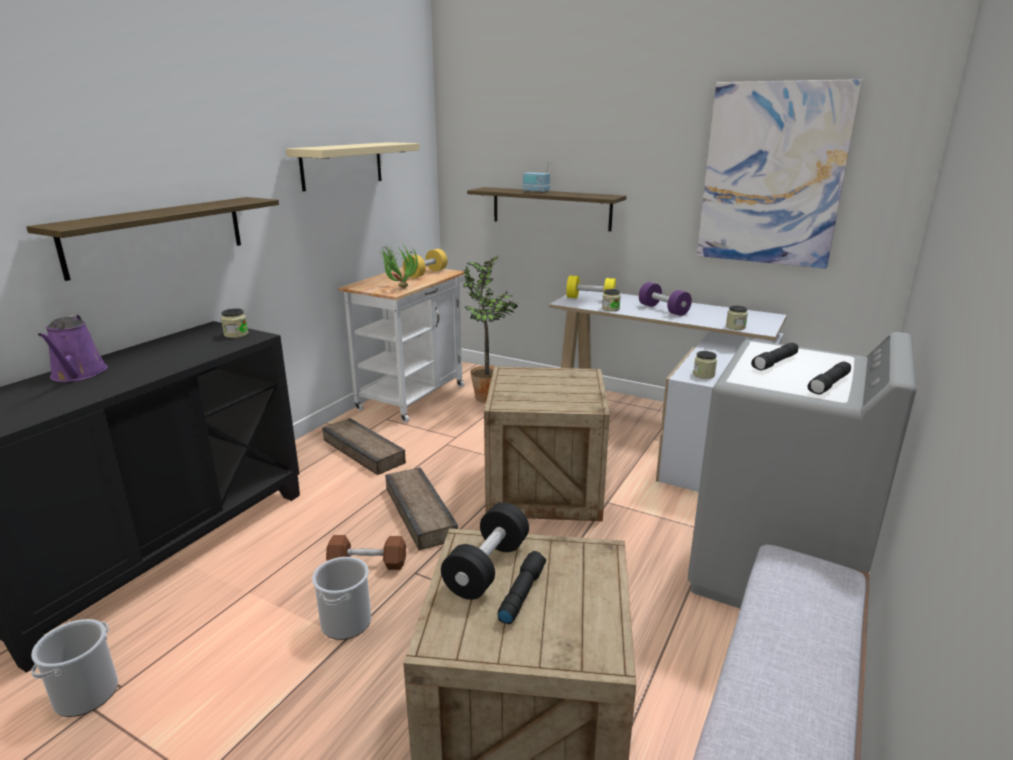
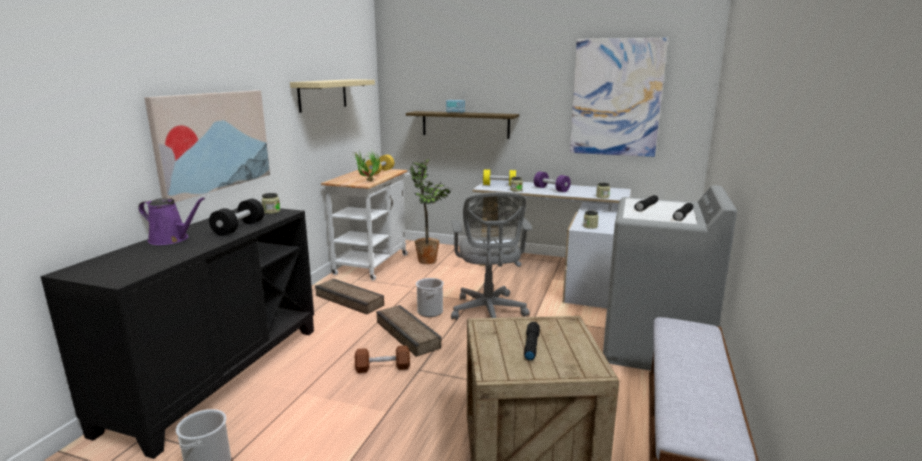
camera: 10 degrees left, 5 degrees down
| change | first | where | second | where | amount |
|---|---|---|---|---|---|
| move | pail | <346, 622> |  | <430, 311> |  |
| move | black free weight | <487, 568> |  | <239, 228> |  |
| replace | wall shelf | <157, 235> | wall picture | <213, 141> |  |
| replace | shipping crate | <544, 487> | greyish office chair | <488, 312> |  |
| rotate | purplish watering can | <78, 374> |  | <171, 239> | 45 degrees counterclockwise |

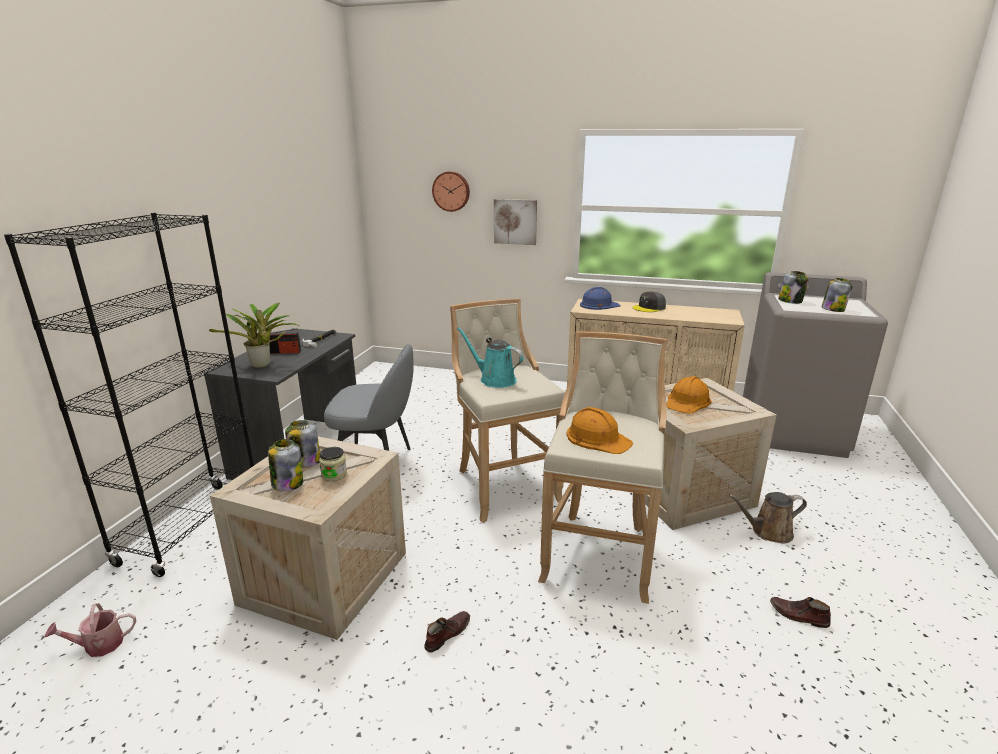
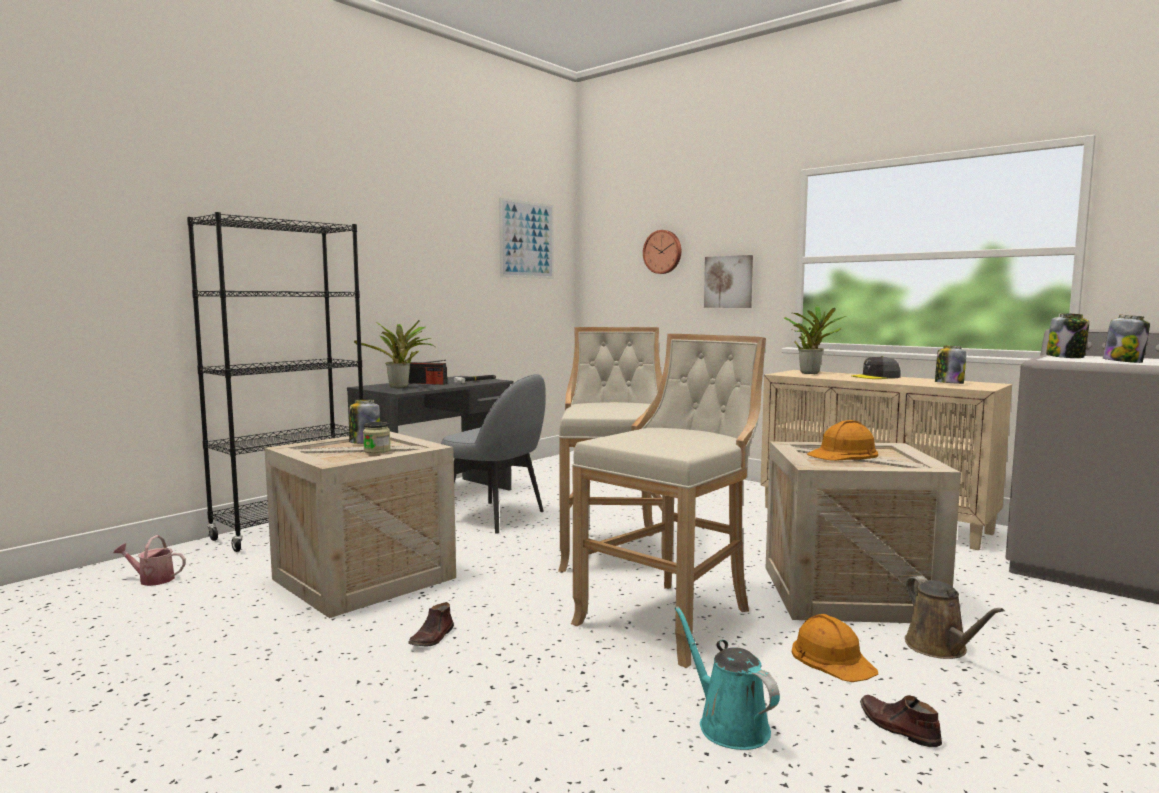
camera: 25 degrees right, 15 degrees down
| change | first | where | second | where | amount |
|---|---|---|---|---|---|
| insert |  |  | wall picture | <527, 240> |  |
| move | storage jar | <287, 483> |  | <948, 383> |  |
| move | turquoise watering can | <494, 380> |  | <728, 725> |  |
| move | orange-coloured work helmet | <597, 438> |  | <832, 658> |  |
| replace | bluish work helmet | <599, 305> | houseplant | <810, 373> |  |
| rotate | brownish low shoe | <447, 634> |  | <432, 638> | 135 degrees clockwise |
| rotate | brownish watering can | <768, 532> |  | <939, 648> | 120 degrees counterclockwise |

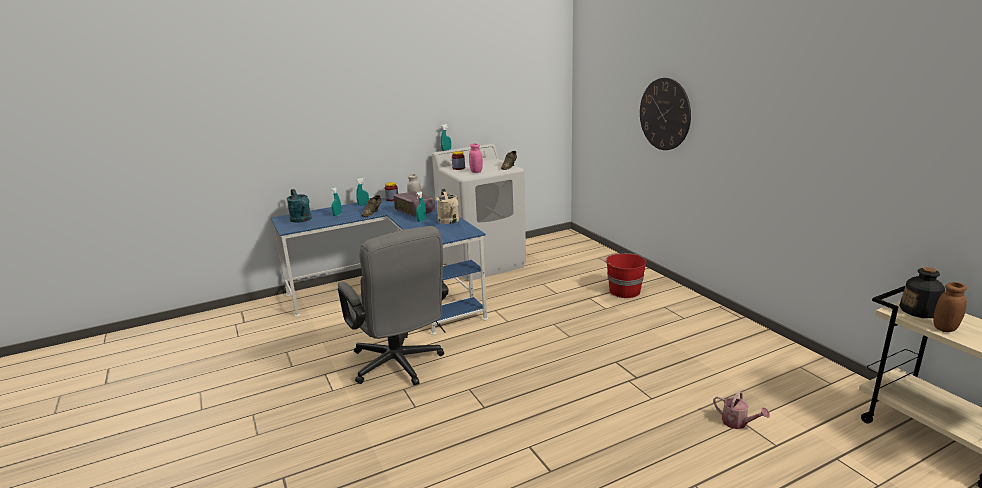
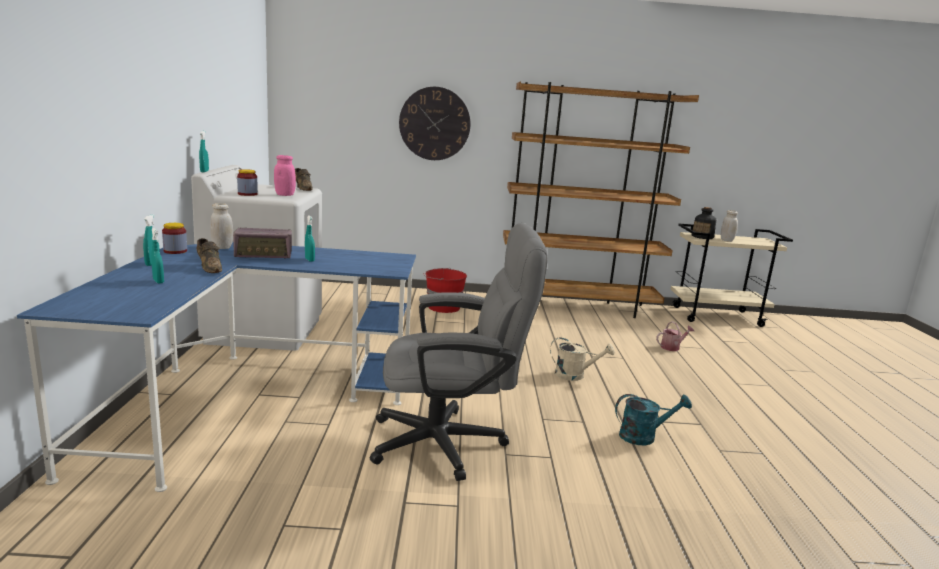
camera: 65 degrees left, 5 degrees down
| change | first | where | second | where | amount |
|---|---|---|---|---|---|
| insert |  |  | brownish shelving unit | <577, 307> |  |
| move | turquoise watering can | <302, 220> |  | <643, 436> |  |
| move | sand-coloured watering can | <449, 221> |  | <575, 375> |  |
| recolor | brownish storage jar | <945, 328> | whitish storage jar | <726, 240> |  |

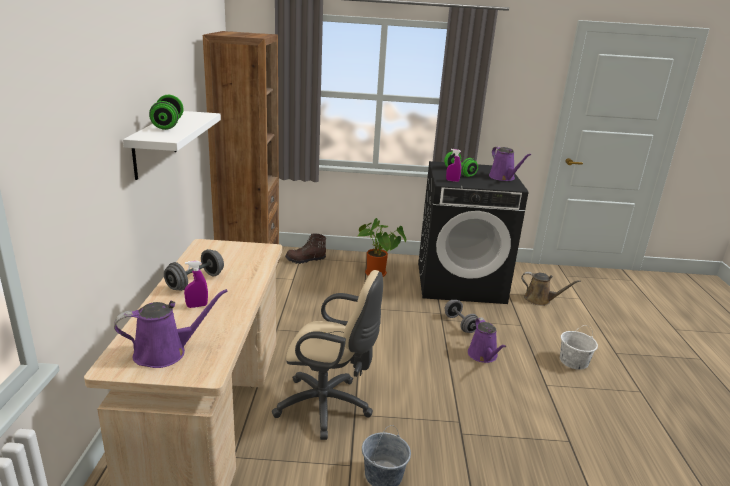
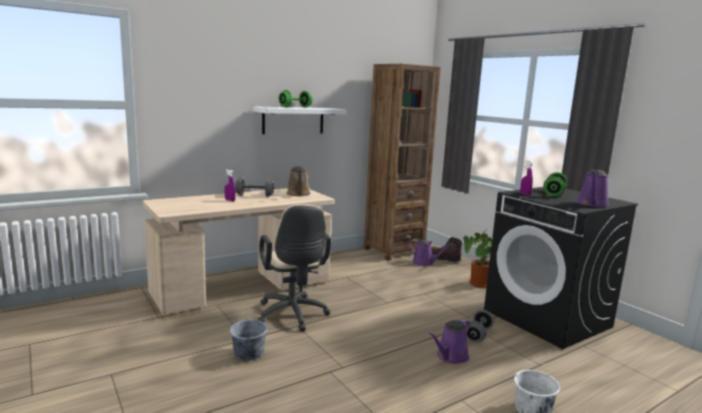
camera: 55 degrees right, 10 degrees down
| change | first | where | second | where | amount |
|---|---|---|---|---|---|
| move | purplish watering can | <165, 352> |  | <425, 263> |  |
| move | brownish watering can | <540, 300> |  | <298, 194> |  |

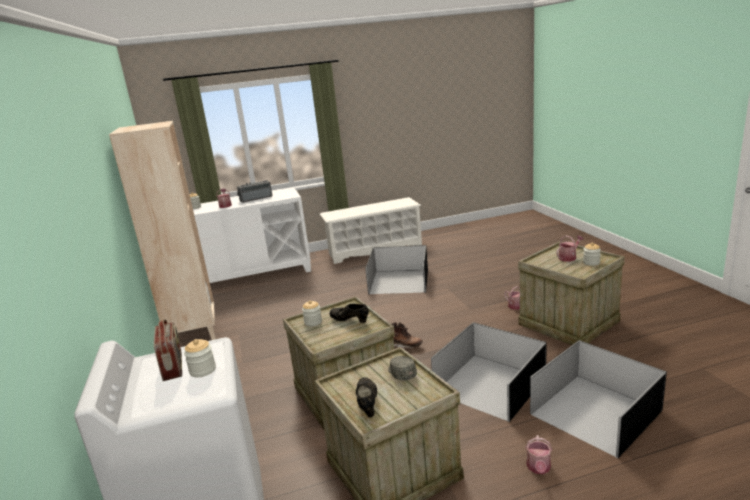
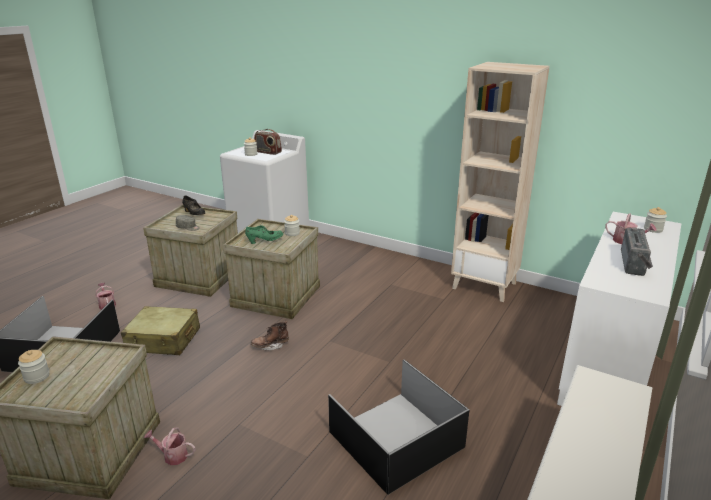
camera: 135 degrees right, 5 degrees up
| change | first | where | second | where | amount |
|---|---|---|---|---|---|
| delete | watering can | <569, 257> |  |  |  |
| replace | black storage bin | <488, 384> | sand-coloured travel case | <164, 340> |  |
| recolor | black low shoe | <350, 320> | green-coloured low shoe | <265, 241> |  |

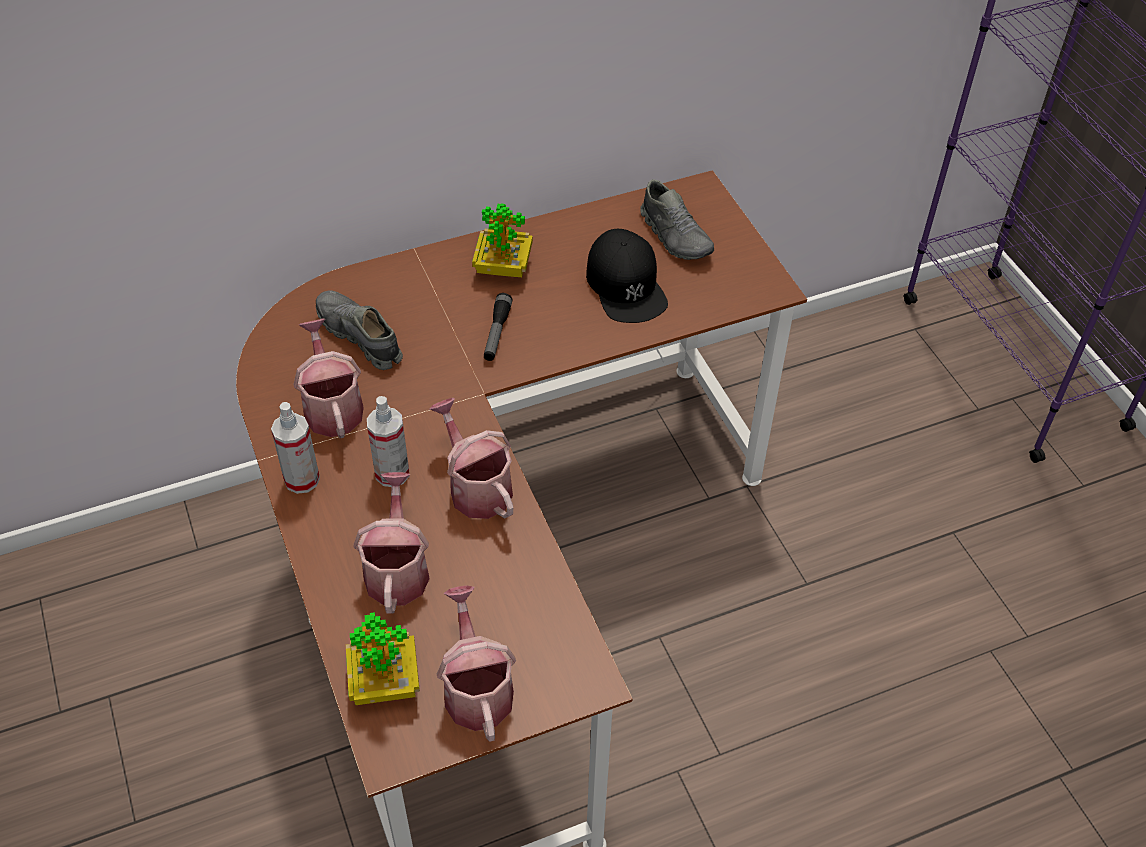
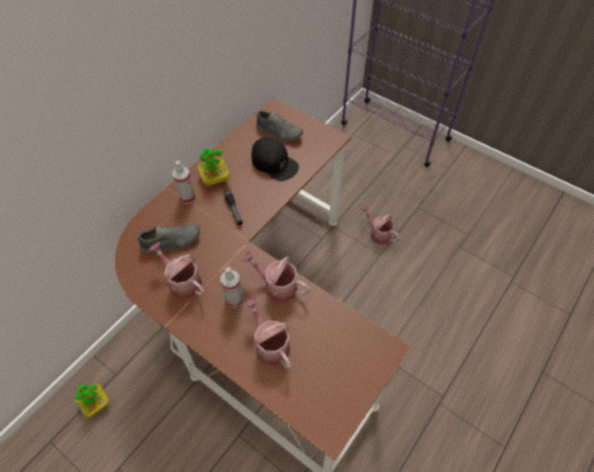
camera: 30 degrees left, 5 degrees up
| change | first | where | second | where | amount |
|---|---|---|---|---|---|
| move | sprayer | <302, 479> |  | <187, 197> |  |
| move | houseplant | <385, 682> |  | <96, 403> |  |
| move | watering can | <476, 688> |  | <378, 233> |  |
| rotate | greyish low shoe | <359, 337> |  | <171, 241> | 150 degrees clockwise |

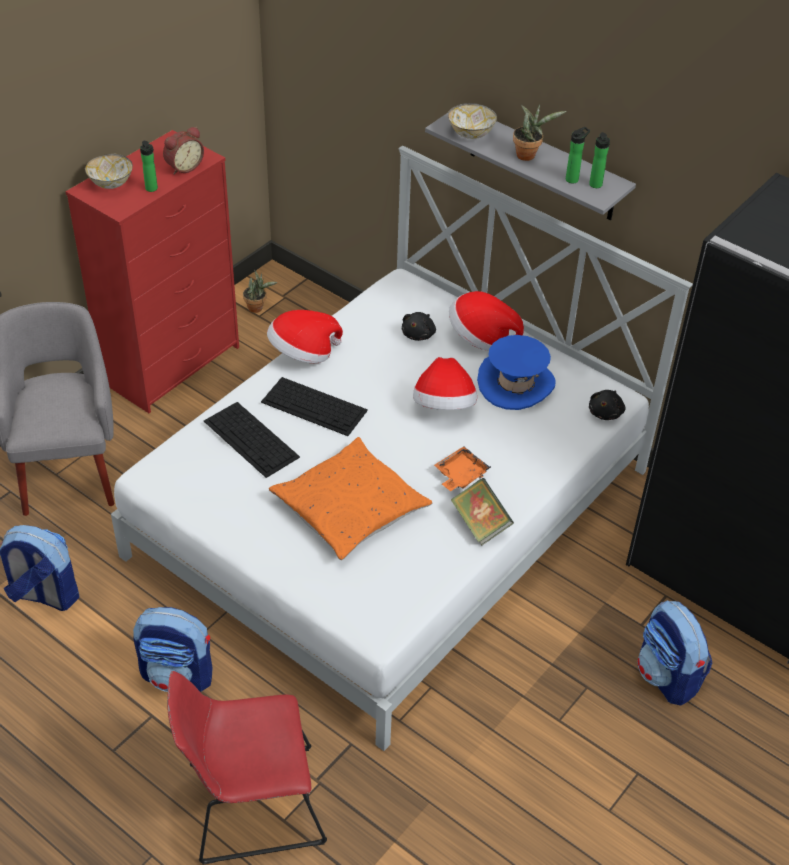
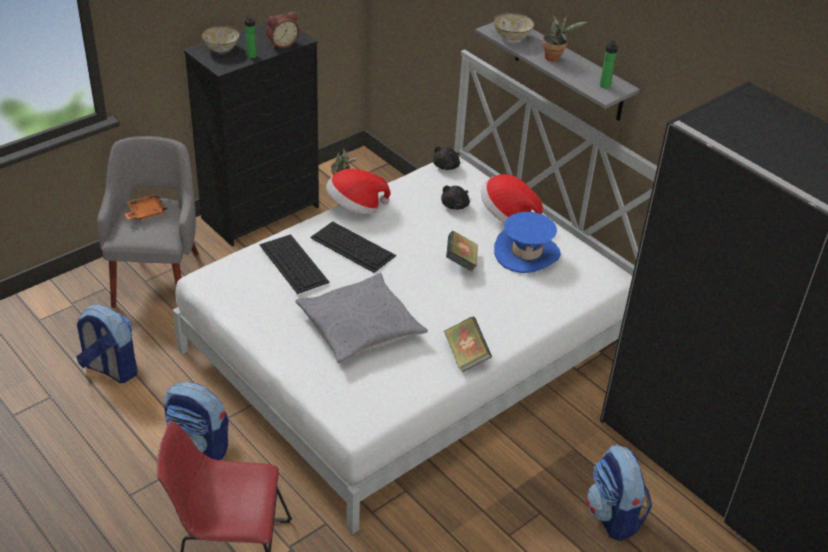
camera: 10 degrees right, 5 degrees down
| change | first | where | second | where | amount |
|---|---|---|---|---|---|
| delete | drink bottle | <573, 179> |  |  |  |
| move | orange-coloured serving tray | <460, 475> |  | <145, 212> |  |
| move | black soft toy | <606, 412> |  | <447, 166> |  |
| replace | wearable hat | <444, 406> | volume | <461, 262> |  |
| recolor | red chest of drawers | <172, 364> | black chest of drawers | <261, 212> |  |
| recolor | orange-coloured throw pillow | <350, 508> | greyish throw pillow | <360, 327> |  |

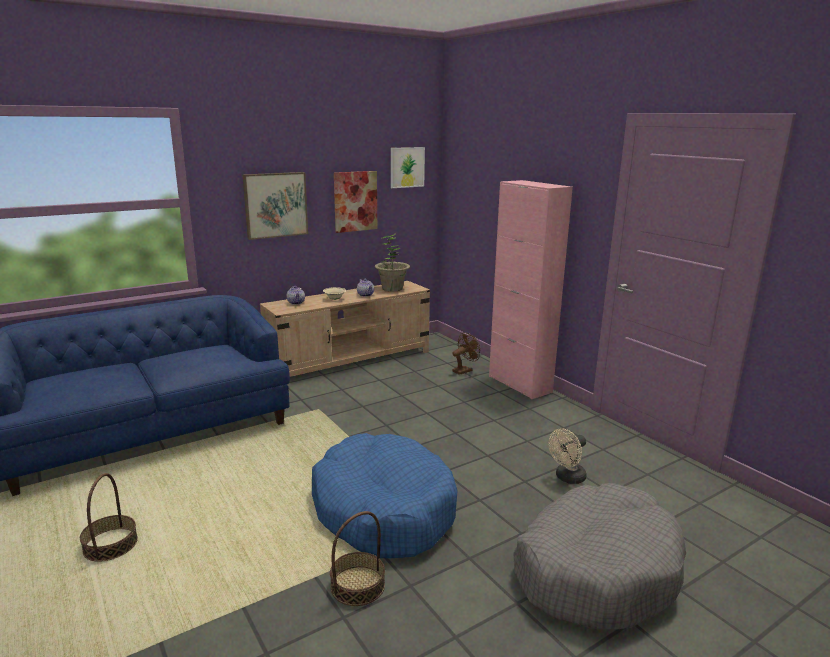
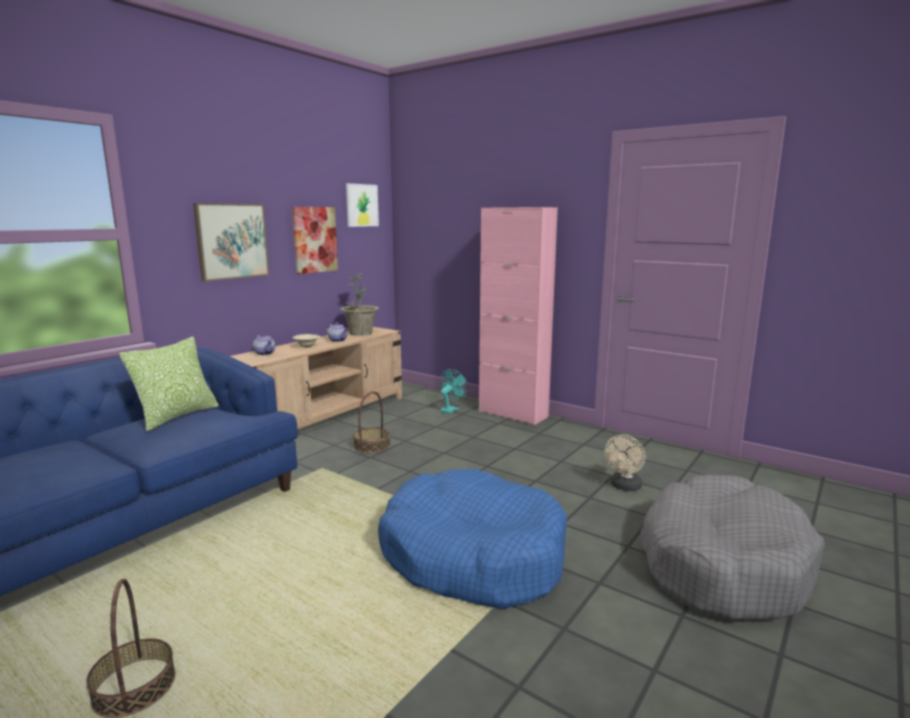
camera: 20 degrees left, 5 degrees down
| change | first | where | second | where | amount |
|---|---|---|---|---|---|
| insert |  |  | throw pillow | <177, 416> |  |
| move | storage basket | <357, 585> |  | <372, 446> |  |
| recolor | brownish fan | <464, 370> | turquoise fan | <451, 409> |  |

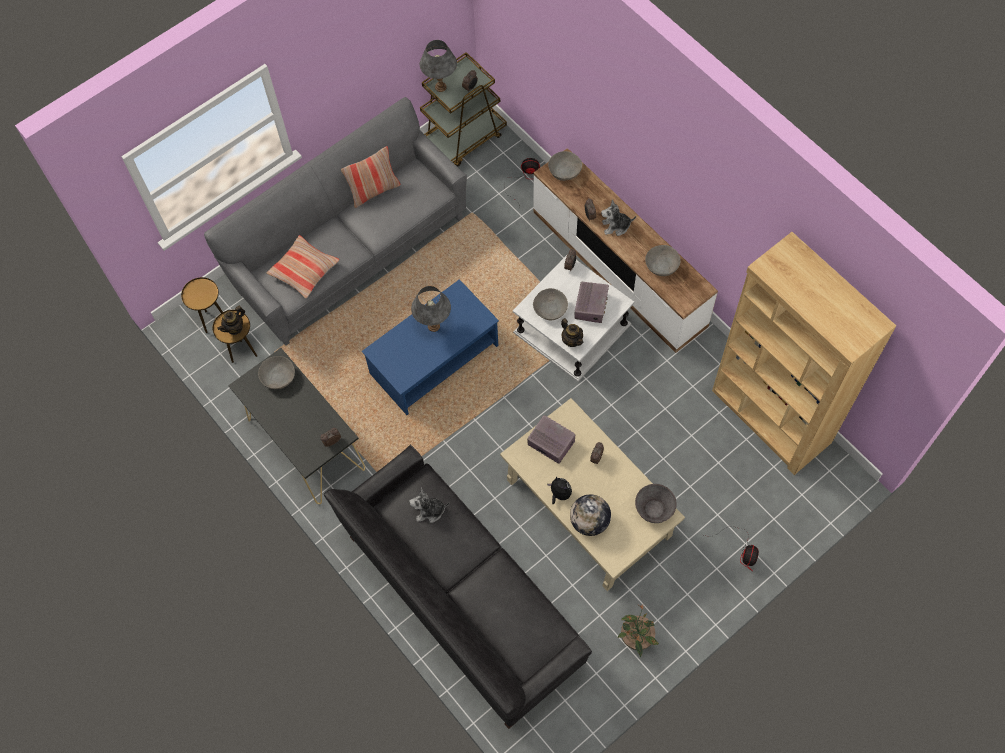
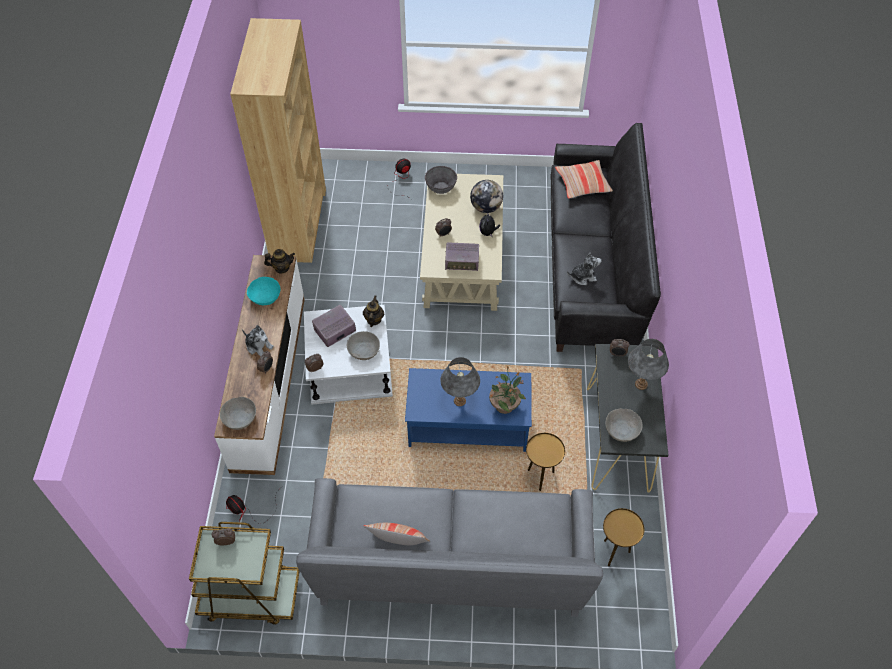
camera: 140 degrees left, 10 degrees down
| change | first | where | second | where | amount |
|---|---|---|---|---|---|
| move | brownish side table | <213, 321> |  | <540, 477> |  |
| move | pot for tea | <235, 328> |  | <282, 268> |  |
| move | throw pillow | <304, 270> |  | <582, 184> |  |
| move | greyish tabletop lamp | <440, 87> |  | <641, 384> |  |
| move | houseplant | <636, 638> |  | <505, 405> |  |
| recolor | greyish deep dish | <661, 265> | turquoise deep dish | <265, 297> |  |
| rotate | soft toy | <429, 511> |  | <582, 277> | 45 degrees counterclockwise |
| rotate | radio set | <551, 443> |  | <462, 262> | 75 degrees counterclockwise |

